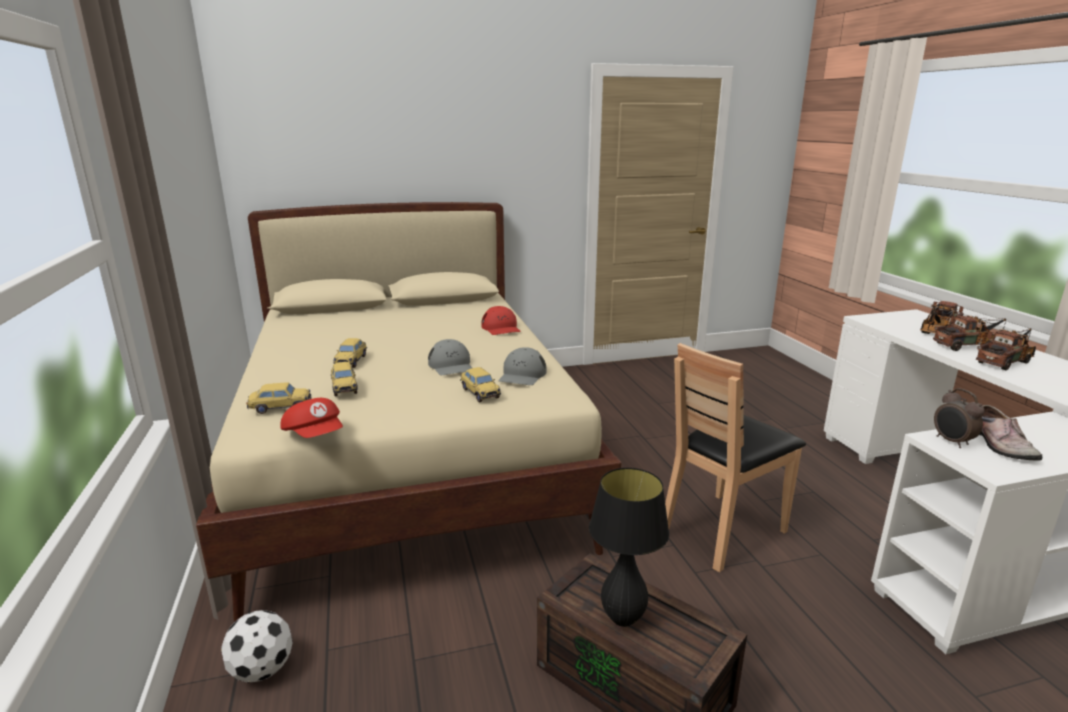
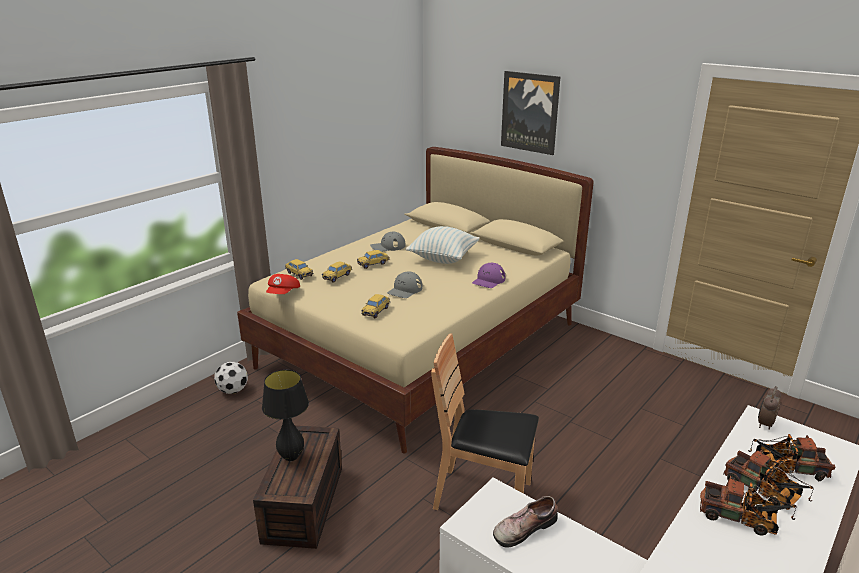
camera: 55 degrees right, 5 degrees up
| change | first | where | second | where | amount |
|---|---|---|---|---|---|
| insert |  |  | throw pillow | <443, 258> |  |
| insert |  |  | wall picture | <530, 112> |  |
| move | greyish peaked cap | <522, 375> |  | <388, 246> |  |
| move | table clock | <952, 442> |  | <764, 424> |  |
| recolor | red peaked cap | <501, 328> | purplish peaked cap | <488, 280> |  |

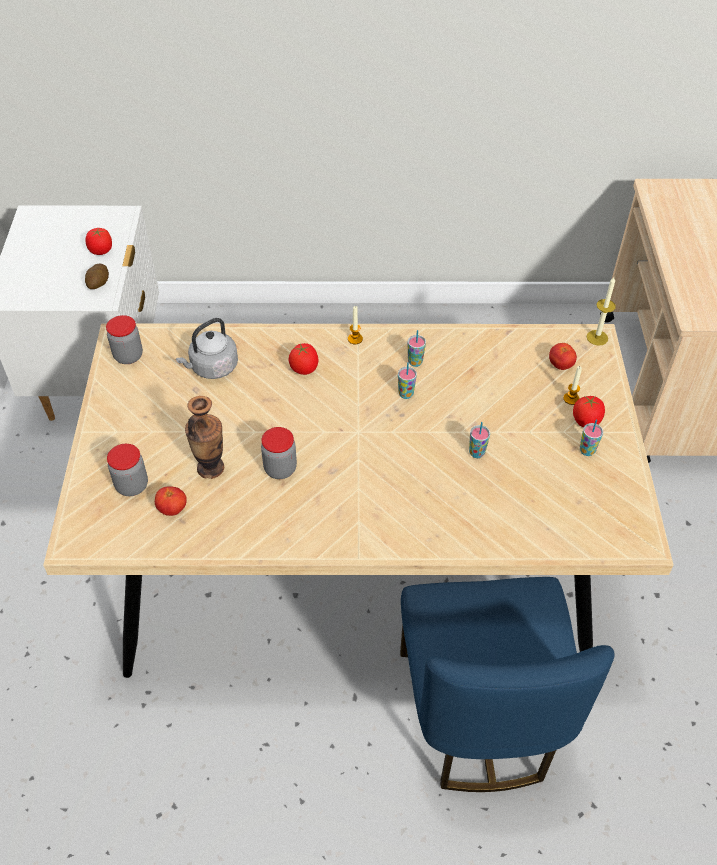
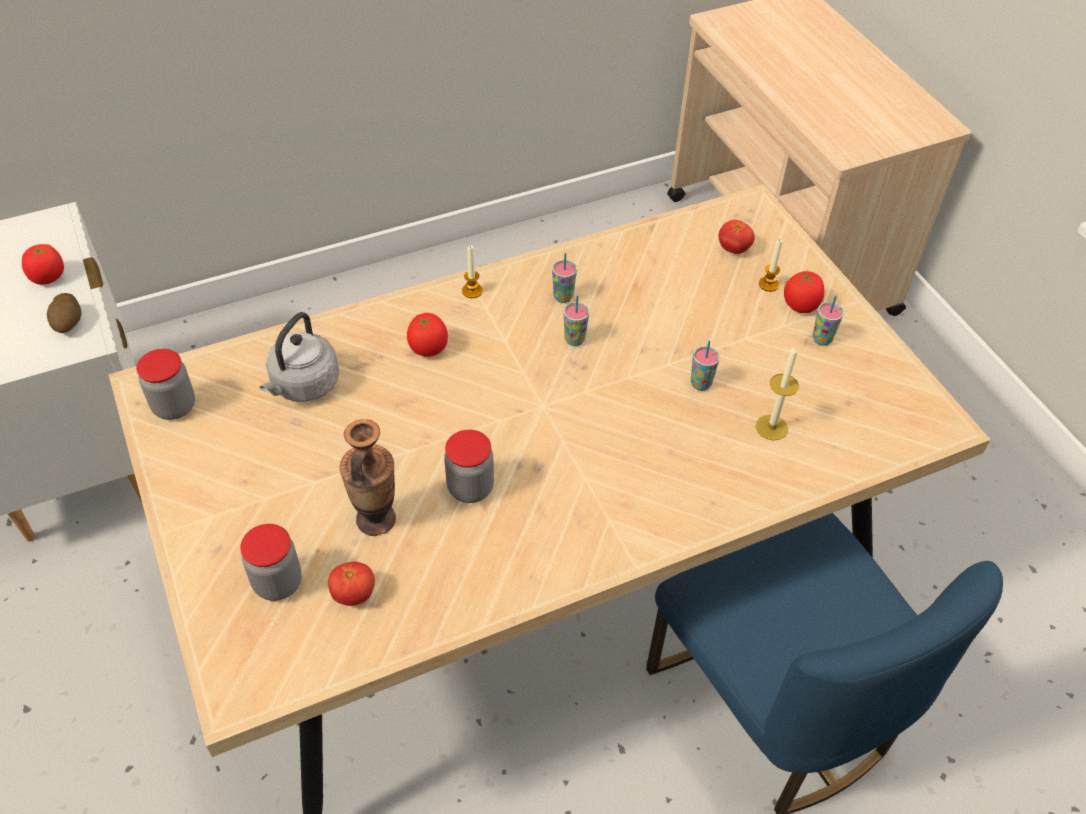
camera: 25 degrees left, 0 degrees up
| change | first | where | second | where | amount |
|---|---|---|---|---|---|
| move | wax light | <597, 337> |  | <771, 427> |  |

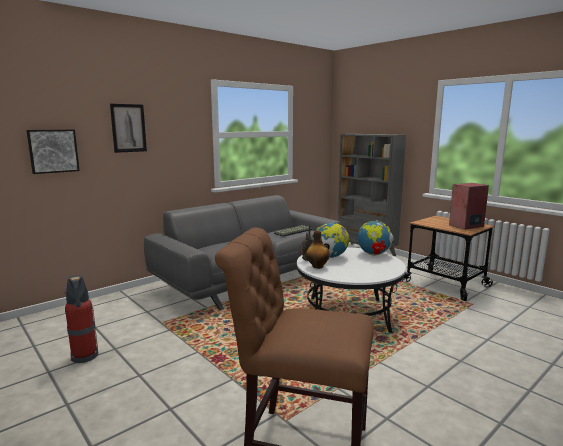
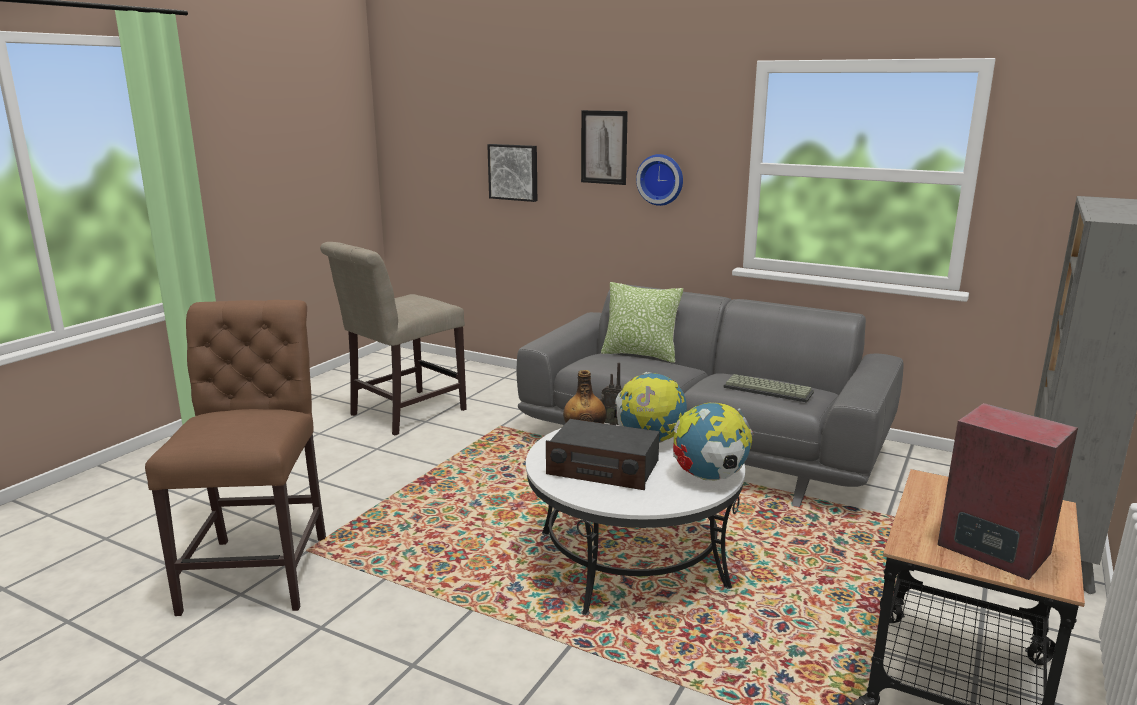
camera: 70 degrees right, 5 degrees up
| change | first | where | second | where | amount |
|---|---|---|---|---|---|
| insert |  |  | radio set | <603, 468> |  |
| insert |  |  | throw pillow | <640, 355> |  |
| insert |  |  | wall clock | <661, 179> |  |
| replace | fire extinguisher | <84, 357> | sand-coloured upright chair | <402, 413> |  |

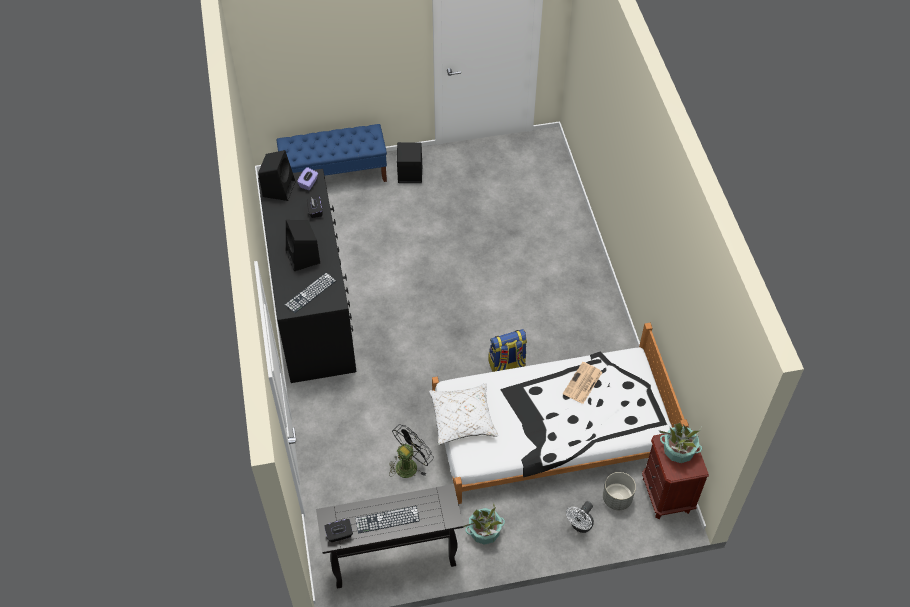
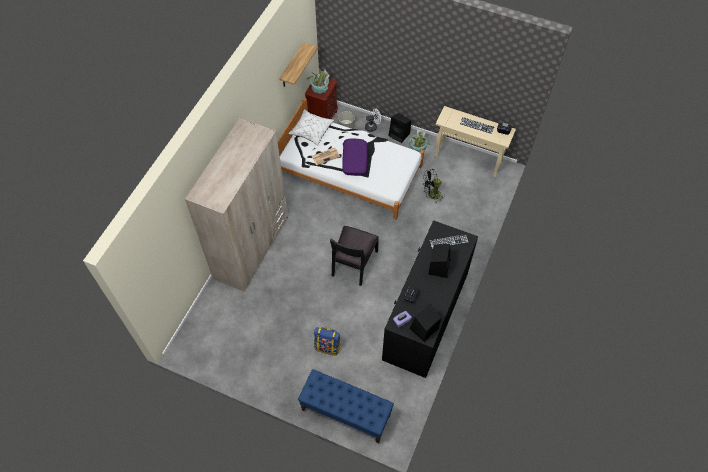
camera: 145 degrees left, 5 degrees up
| change | first | where | second | where | amount |
|---|---|---|---|---|---|
| insert |  |  | sand-coloured clothes cupboard | <252, 247> |  |
| insert |  |  | wall shelf | <292, 66> |  |
| insert |  |  | black upright chair | <353, 263> |  |
| insert |  |  | purplish throw pillow | <354, 160> |  |
| move | black audio speaker | <409, 175> |  | <399, 134> |  |
| move | whitish throw pillow | <462, 418> |  | <311, 131> |  |
| move | knapsack | <506, 365> |  | <328, 346> |  |
| recolor | black hall table | <392, 560> | sand-coloured hall table | <468, 159> |  |

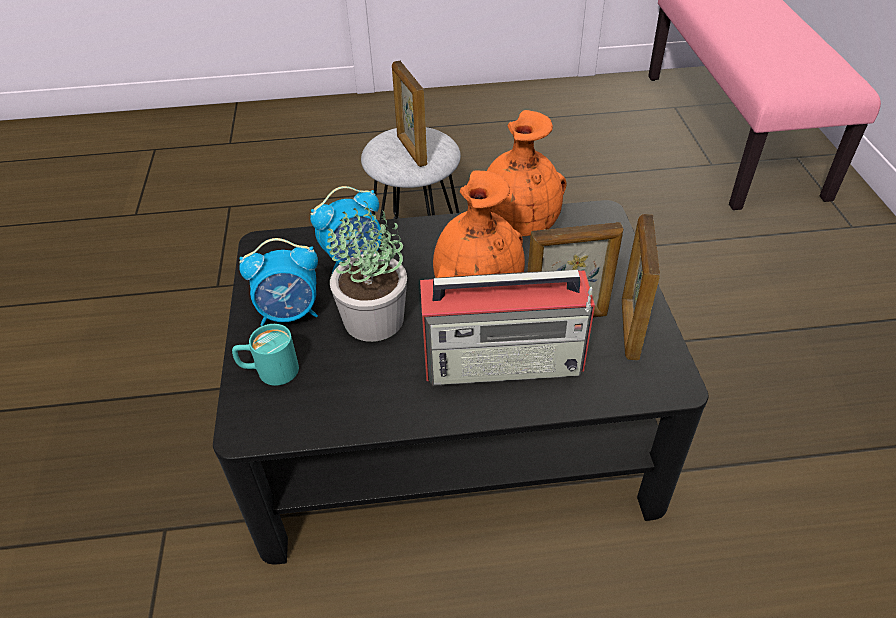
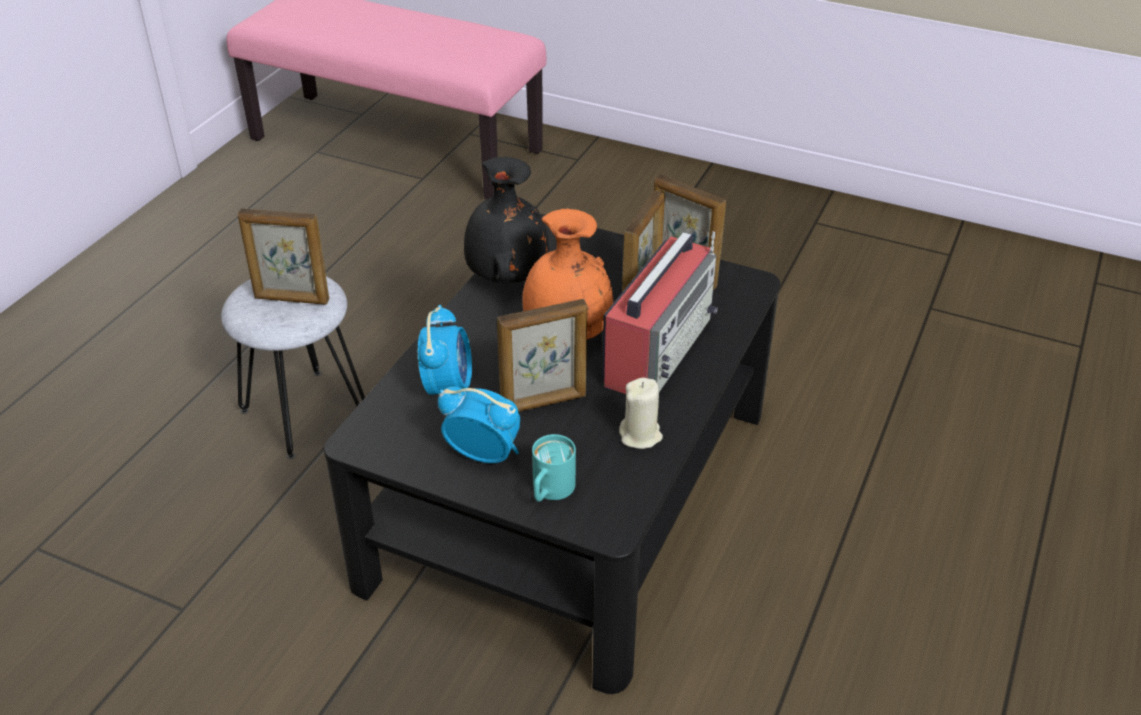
camera: 60 degrees left, 5 degrees down
| change | first | where | second | where | amount |
|---|---|---|---|---|---|
| insert |  |  | sand-coloured wax light | <640, 435> |  |
| replace | houseplant | <375, 319> | picture frame | <544, 403> |  |
| recolor | orange-coloured flower vase | <518, 225> | black flower vase | <506, 275> |  |
| rotate | table clock | <290, 313> |  | <483, 454> | 90 degrees counterclockwise |

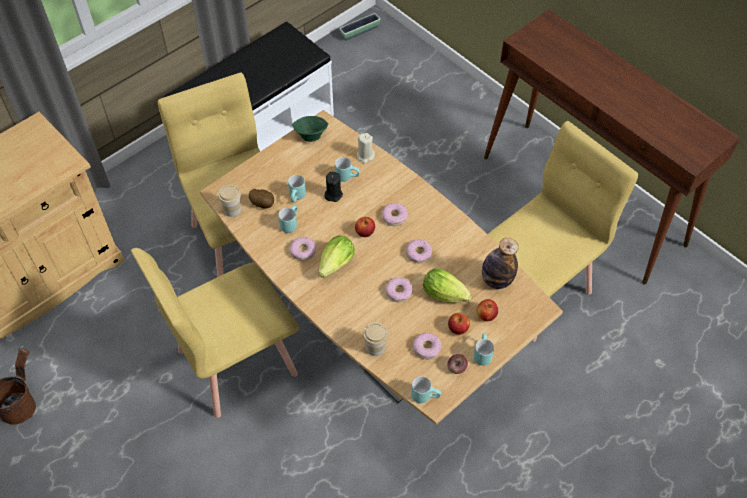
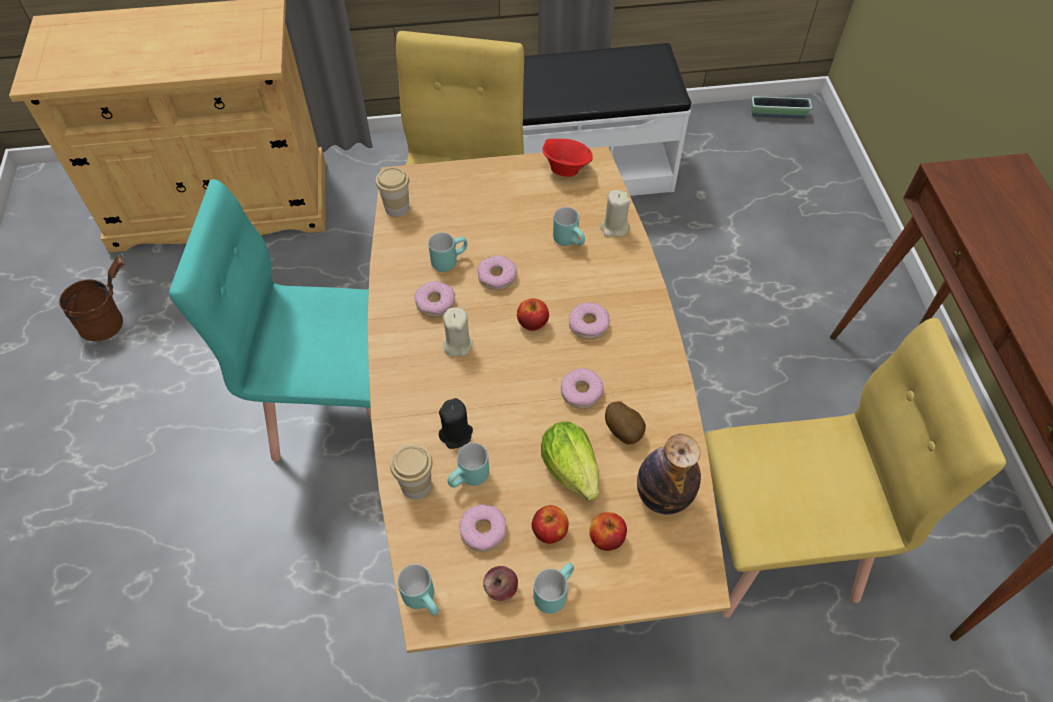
camera: 35 degrees right, 0 degrees up
| change | first | where | second | where | amount |
|---|---|---|---|---|---|
| move | spud | <263, 204> |  | <624, 431> |  |
| move | turquoise mug | <297, 197> |  | <470, 479> |  |
| move | black wax light | <333, 194> |  | <456, 434> |  |
| move | doughnut | <398, 292> |  | <497, 277> |  |
| replace | lettuce head | <334, 266> | sand-coloured wax light | <457, 344> |  |
| recolor | yellowish upright chair | <235, 362> | turquoise upright chair | <343, 409> |  |
| recolor | green-coloured deep dish | <310, 136> | red deep dish | <565, 169> |  |

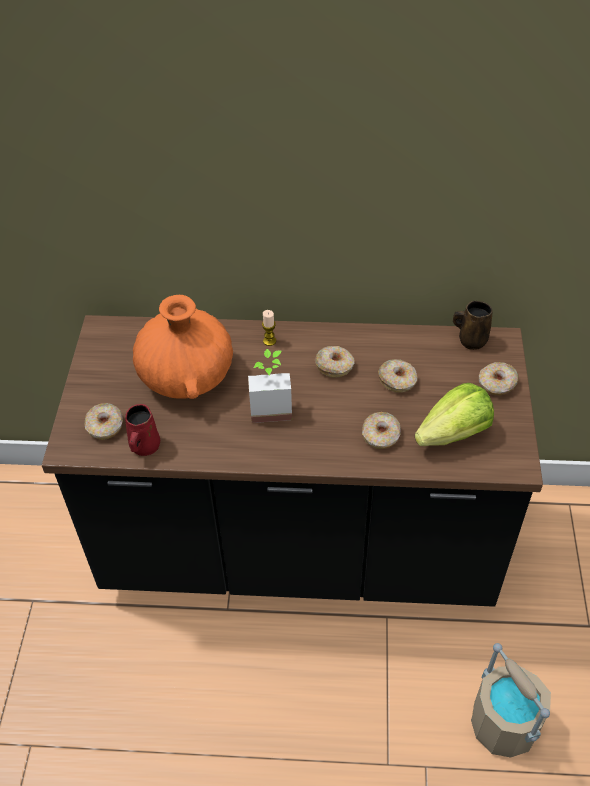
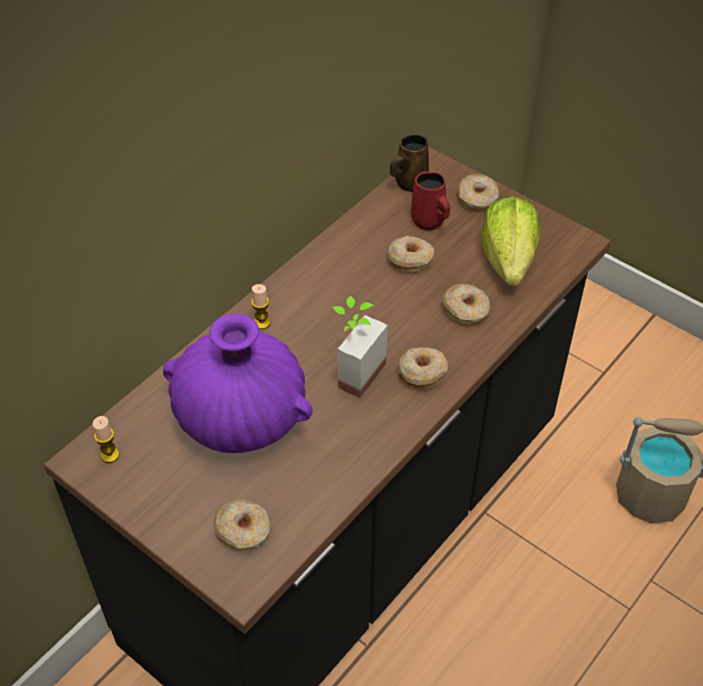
camera: 55 degrees left, 0 degrees up
| change | first | where | second | where | amount |
|---|---|---|---|---|---|
| insert |  |  | wax light | <110, 455> |  |
| move | red mug | <144, 447> |  | <429, 222> |  |
| move | doughnut | <335, 366> |  | <422, 373> |  |
| recolor | orange-coloured flower vase | <187, 376> | purplish flower vase | <241, 417> |  |

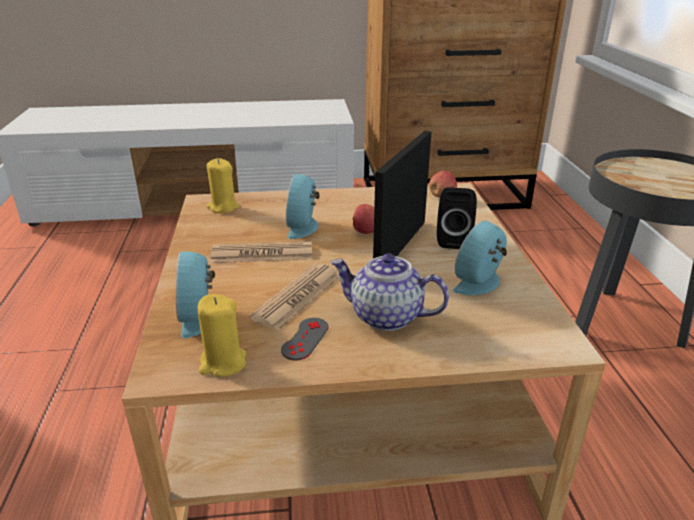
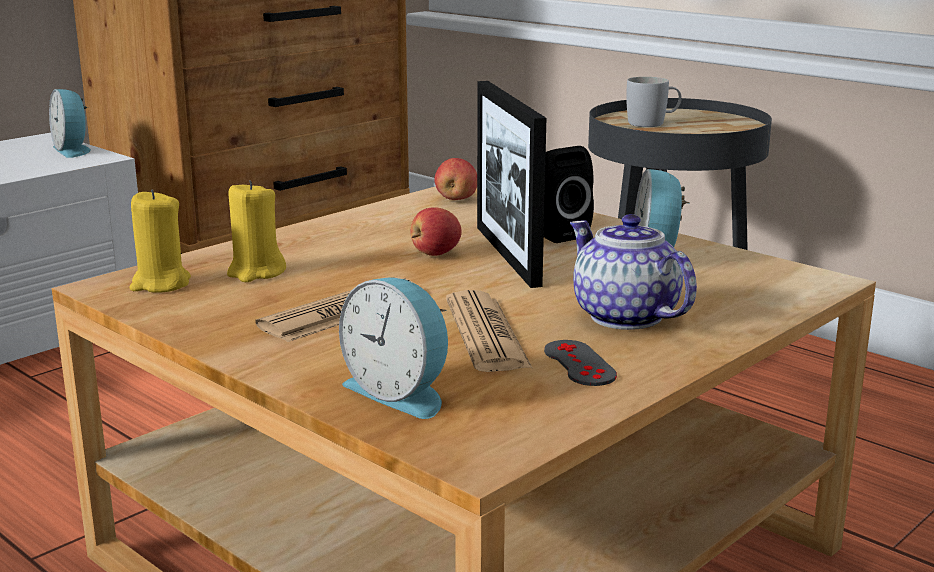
camera: 40 degrees left, 10 degrees down
| change | first | where | second | where | amount |
|---|---|---|---|---|---|
| insert |  |  | whitish mug | <653, 123> |  |
| move | yellowish wax light | <222, 363> |  | <256, 272> |  |
| move | table clock | <304, 227> |  | <73, 150> |  |
| rotate | pot for tea | <385, 317> |  | <623, 316> | 75 degrees clockwise |

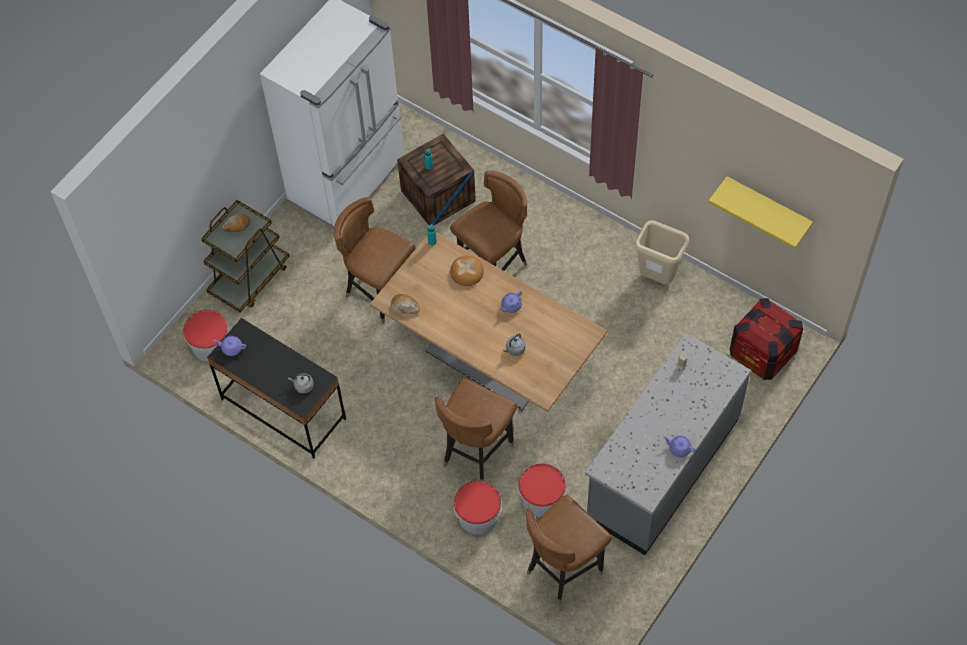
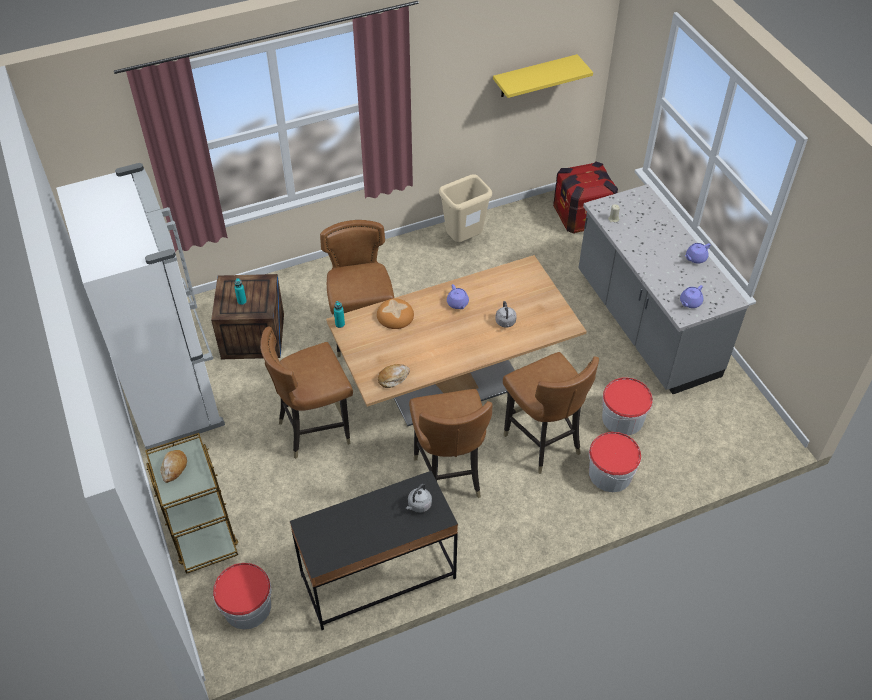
camera: 60 degrees left, 10 degrees down
| change | first | where | second | where | amount |
|---|---|---|---|---|---|
| move | purplish pot for tea | <231, 348> |  | <690, 302> |  |
| move | brownish upright chair | <563, 569> |  | <448, 475> |  |

